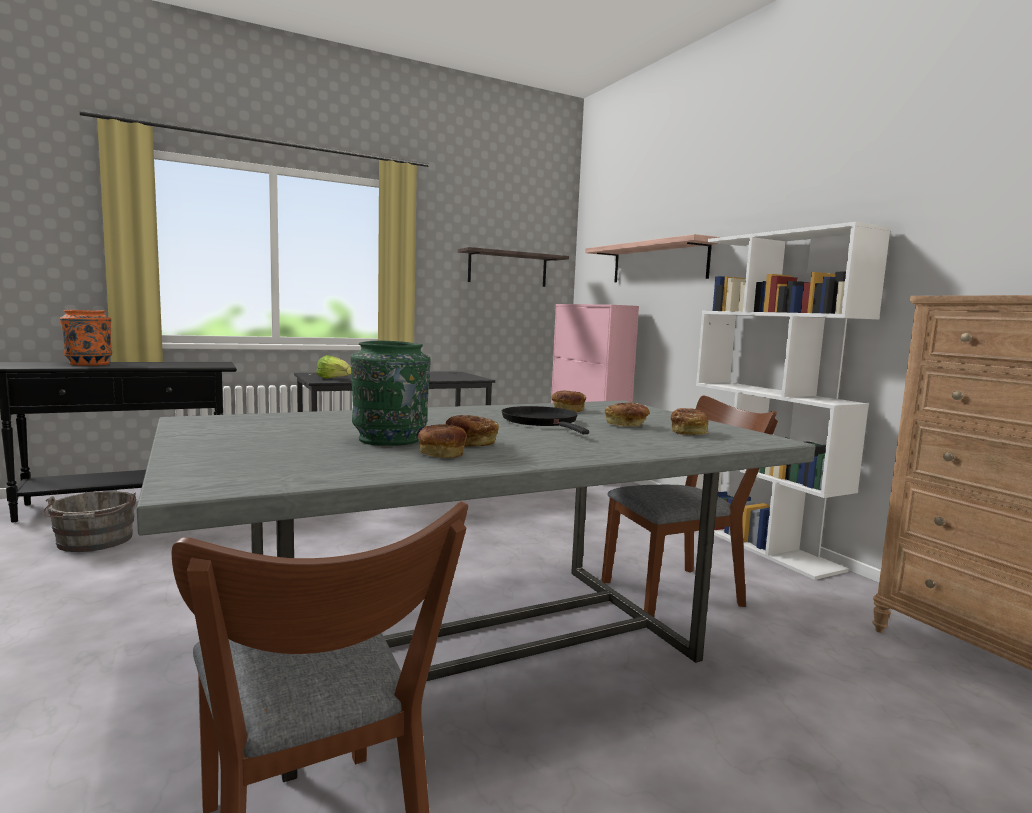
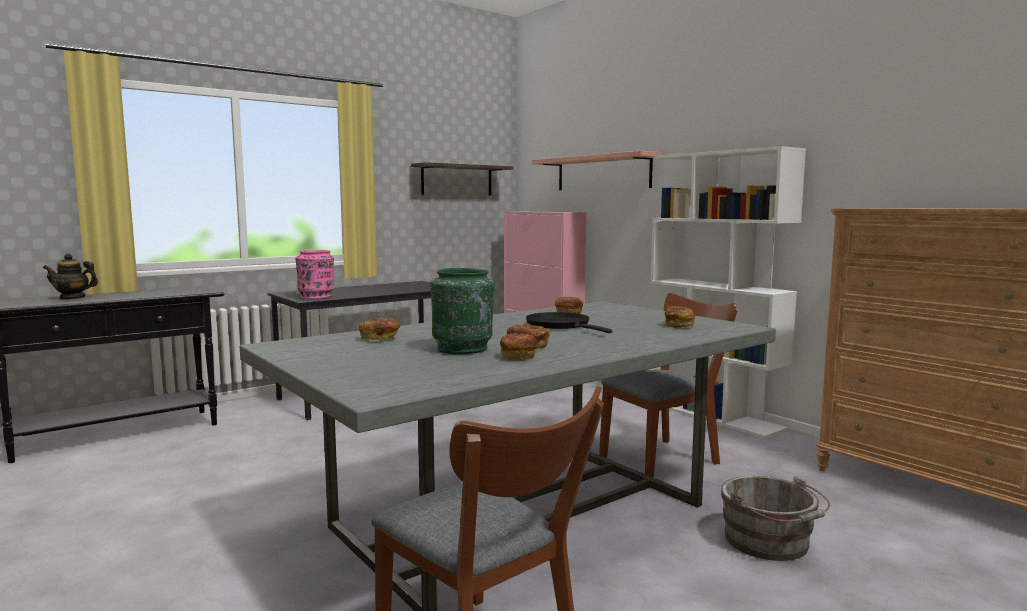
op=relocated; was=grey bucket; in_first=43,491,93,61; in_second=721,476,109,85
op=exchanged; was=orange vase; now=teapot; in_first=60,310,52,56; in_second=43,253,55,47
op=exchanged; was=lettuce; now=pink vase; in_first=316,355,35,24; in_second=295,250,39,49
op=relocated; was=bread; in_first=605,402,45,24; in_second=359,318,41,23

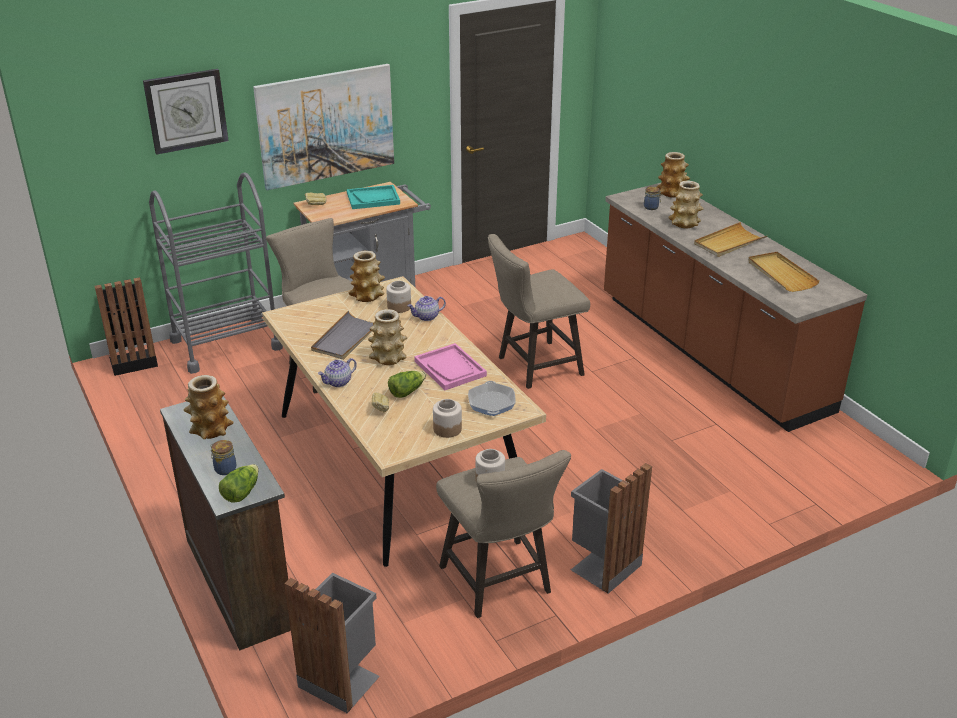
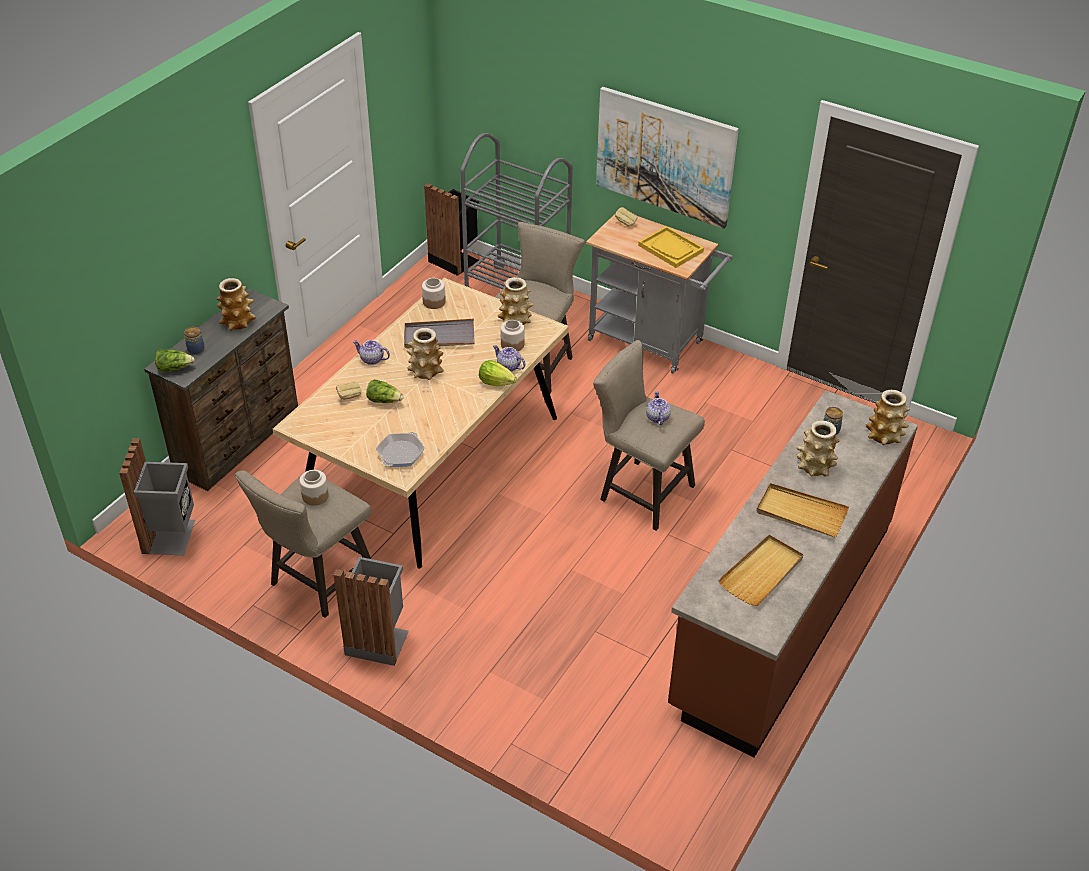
op=missing; was=wall clock; in_first=143,69,86,85
op=colour; was=turquoise tray; now=yellow tray; in_first=347,185,53,24; in_second=638,226,66,42
op=missing; was=pink tray; in_first=414,343,73,47
op=relocated; was=jar; in_first=433,399,29,39; in_second=422,278,24,31
op=spun; was=frying pan; in_first=468,381,48,35; in_second=376,432,49,35; clockwise=150
op=appeared; now=lettuce; in_second=479,360,38,26
op=appeared; now=teapot; in_second=646,391,25,34

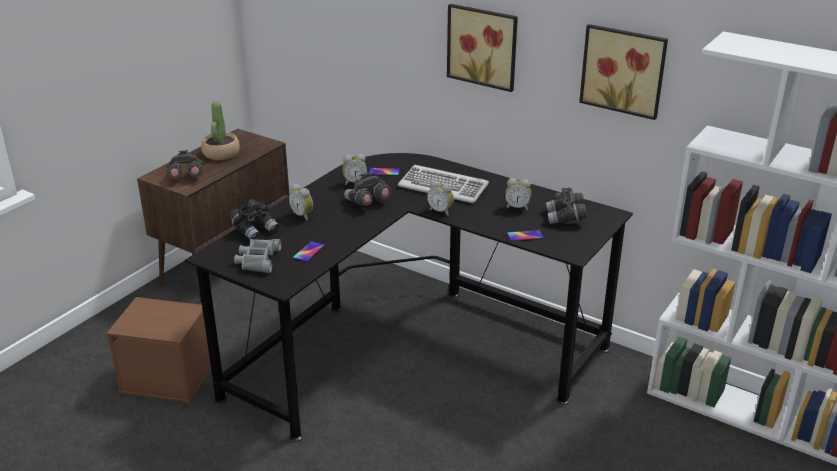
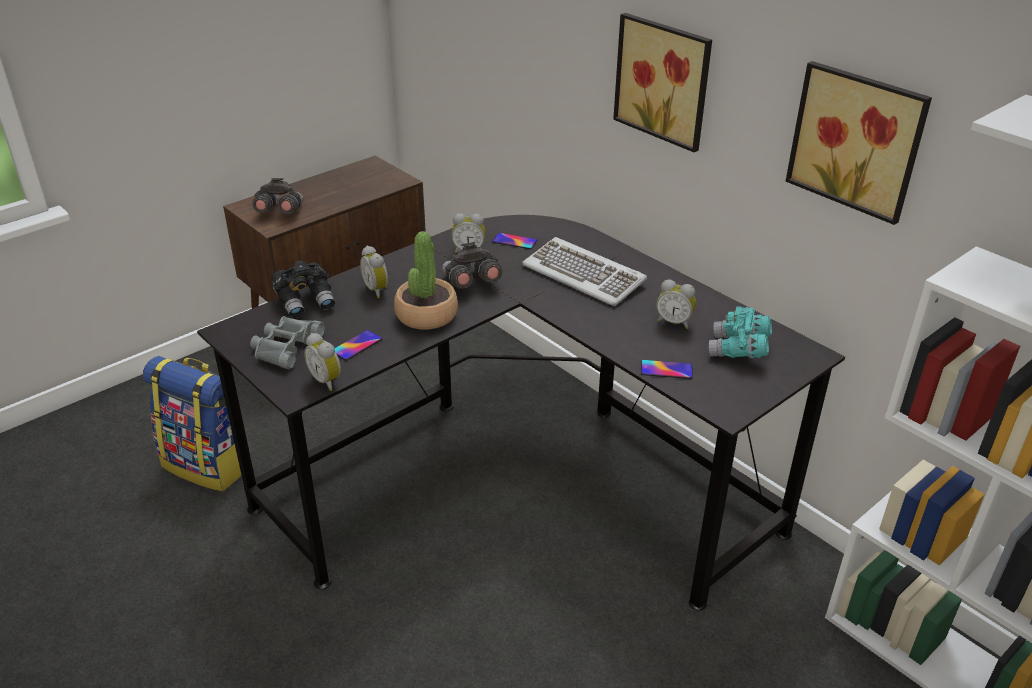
op=exchanged; was=brown storage box; now=backpack; in_first=106,297,105,106; in_second=143,356,108,135
op=relocated; was=potted plant; in_first=201,101,39,59; in_second=394,231,64,98
op=relocated; was=alarm clock; in_first=427,181,27,35; in_second=304,333,37,58
op=colour; was=grey binoculars; now=turquoise binoculars; in_first=546,188,42,36; in_second=709,306,63,53

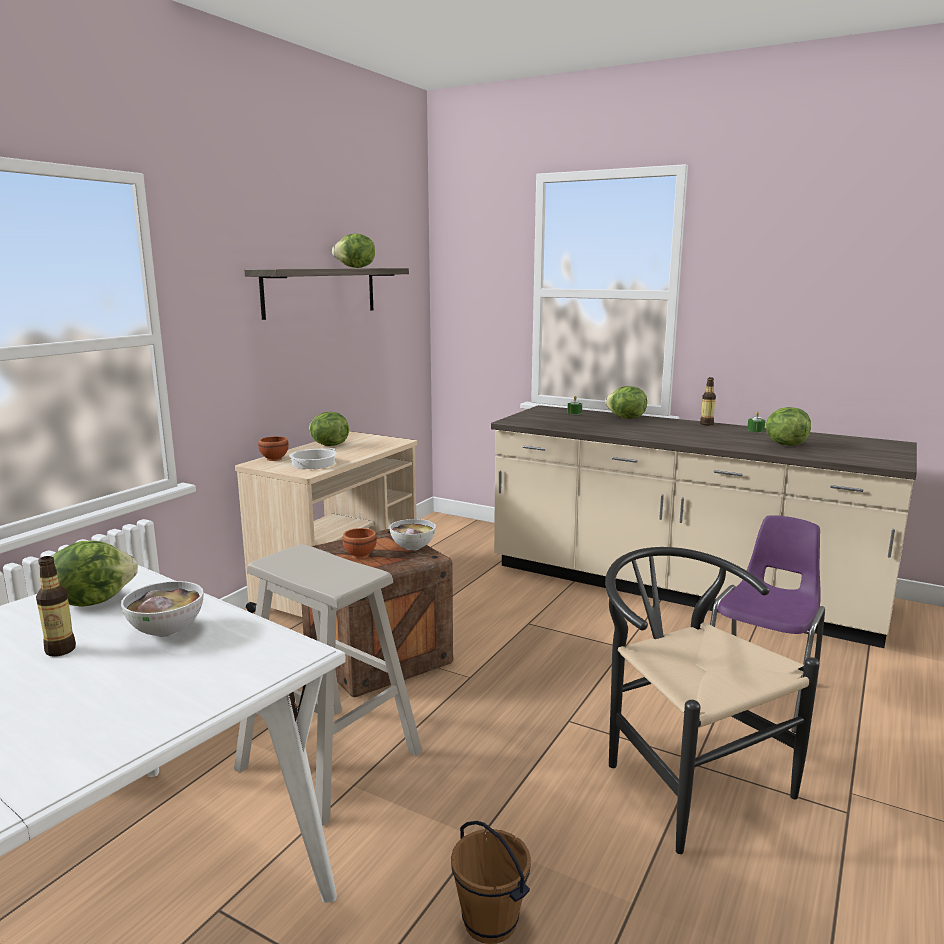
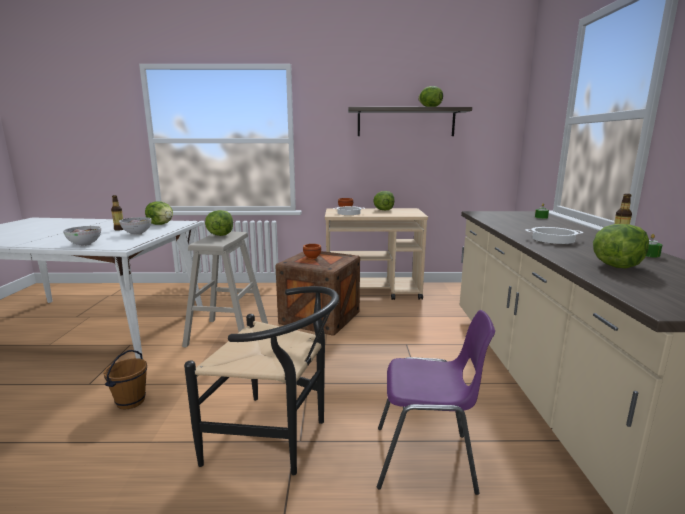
op=relocated; was=bowl; in_first=389,519,47,32; in_second=63,226,38,20
op=relocated; was=lettuce; in_first=605,386,42,33; in_second=205,210,28,26
op=spun; was=black chair; in_first=605,547,215,307; in_second=184,286,155,190; clockwise=75
op=appeared; now=cooking pot; in_second=526,227,58,17

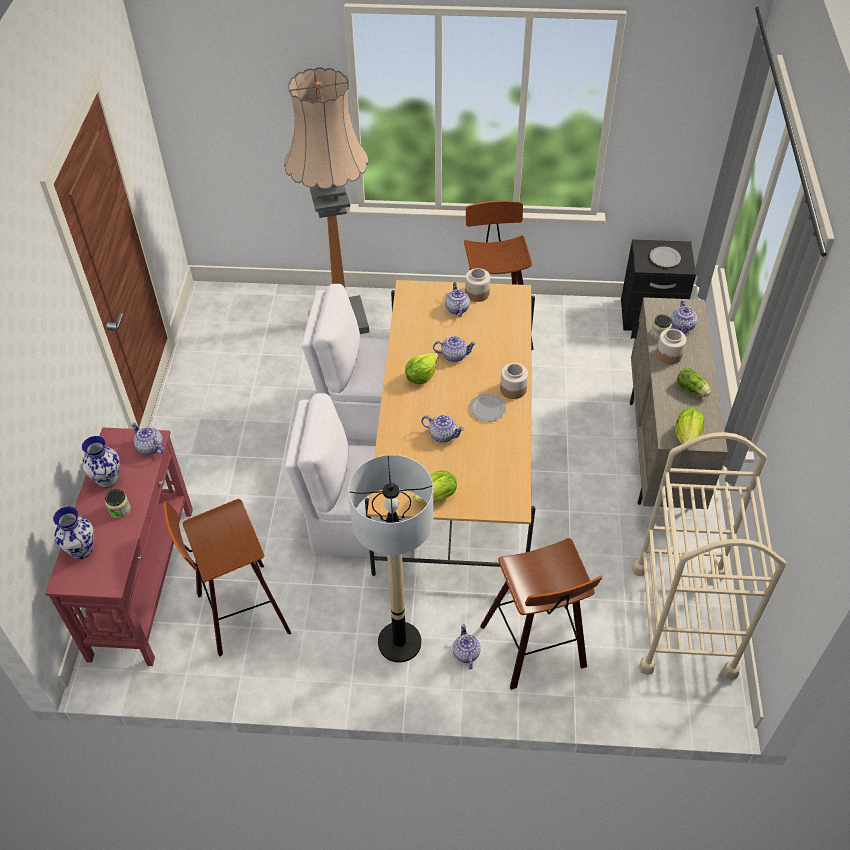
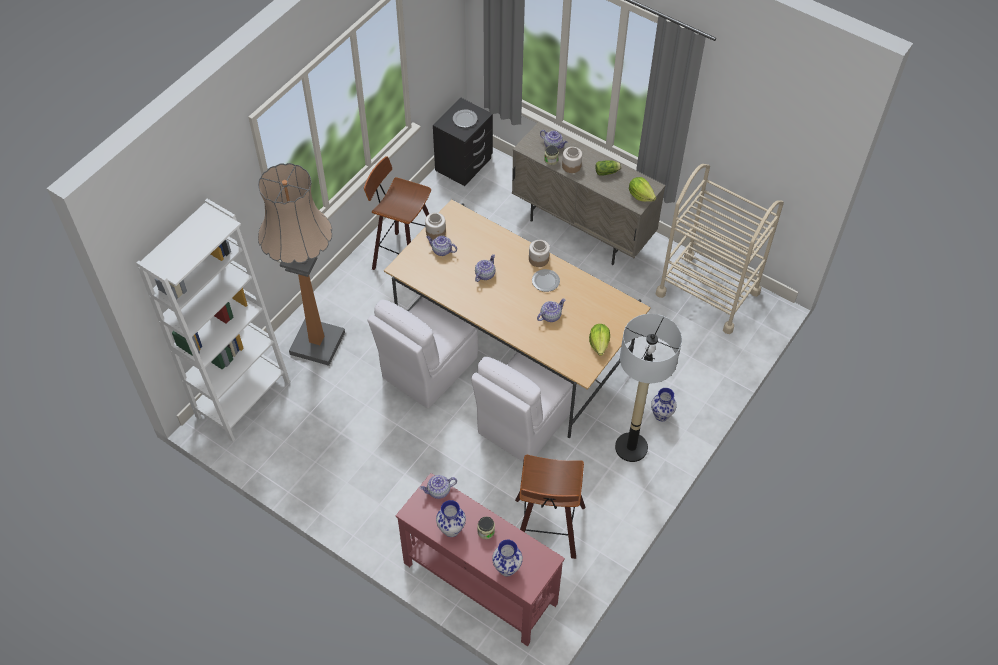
op=missing; was=lettuce; in_first=405,352,33,32
op=exchanged; was=teapot; now=vase; in_first=453,624,28,45; in_second=651,388,26,33
op=missing; was=stool; in_first=480,538,123,152
op=appeared; now=white bookcase; in_second=136,199,154,243

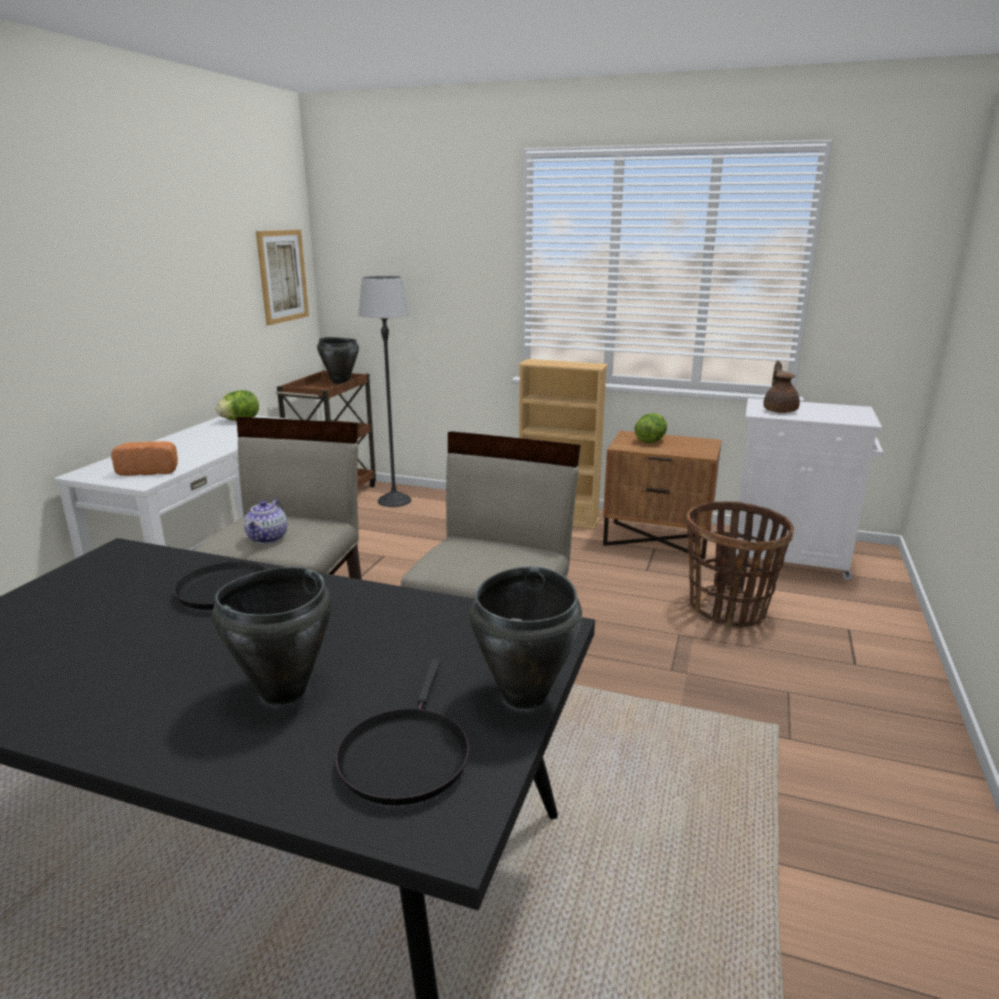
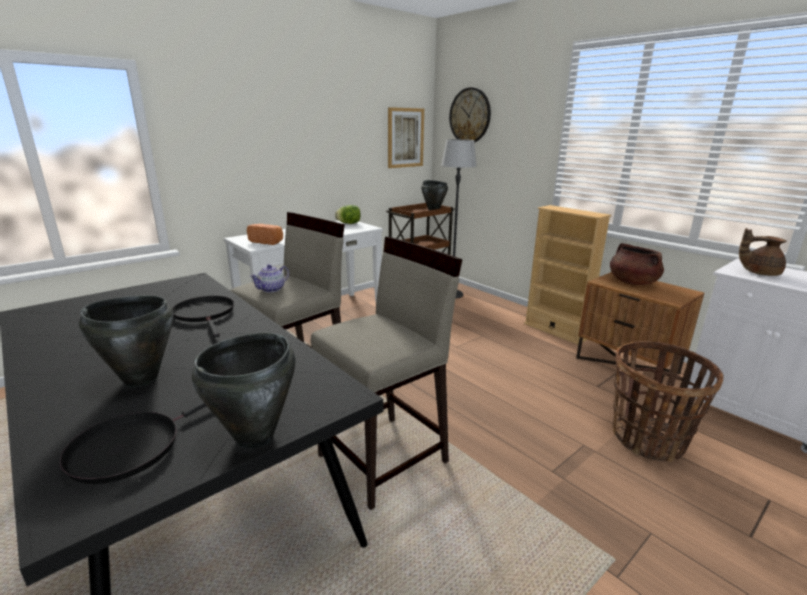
op=exchanged; was=lettuce; now=brown cooking pot; in_first=634,413,33,30; in_second=610,243,54,42
op=spun; was=brown teapot; in_first=764,361,36,52; in_second=739,228,48,48; clockwise=-105
op=appeared; now=wall clock; in_second=449,87,42,55

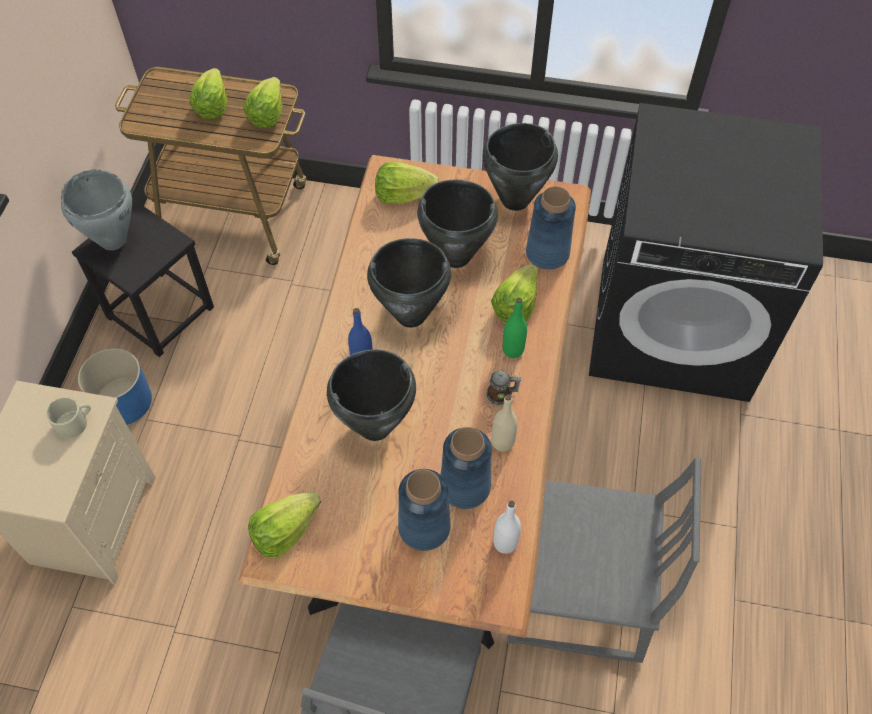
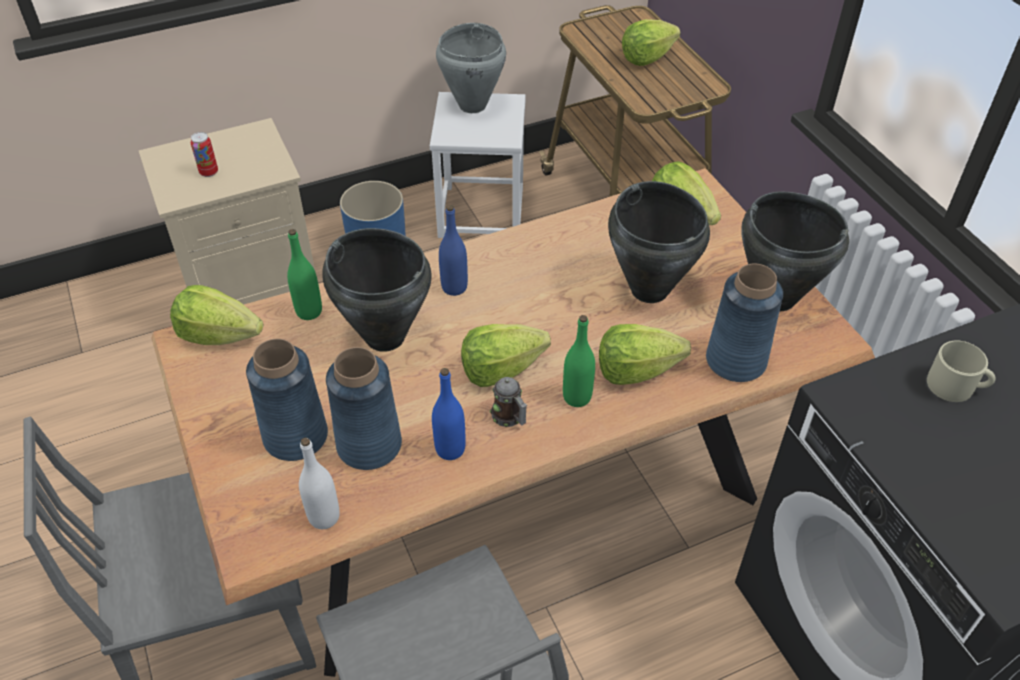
op=relocated; was=beige mug; in_first=46,397,45,41; in_second=927,341,69,61
op=colour; was=black stool; now=white stool; in_first=72,201,142,156; in_second=430,92,96,146
op=relocated; was=lettuce; in_first=244,77,38,51; in_second=461,324,90,63
op=missing; was=black cooking pot; in_first=367,238,84,89
op=colour; was=beige bottle; now=blue bottle; in_first=492,394,25,58; in_second=432,368,34,92
op=appeared; now=can; in_second=191,132,27,45
op=appeared; now=green bottle; in_second=287,229,35,91

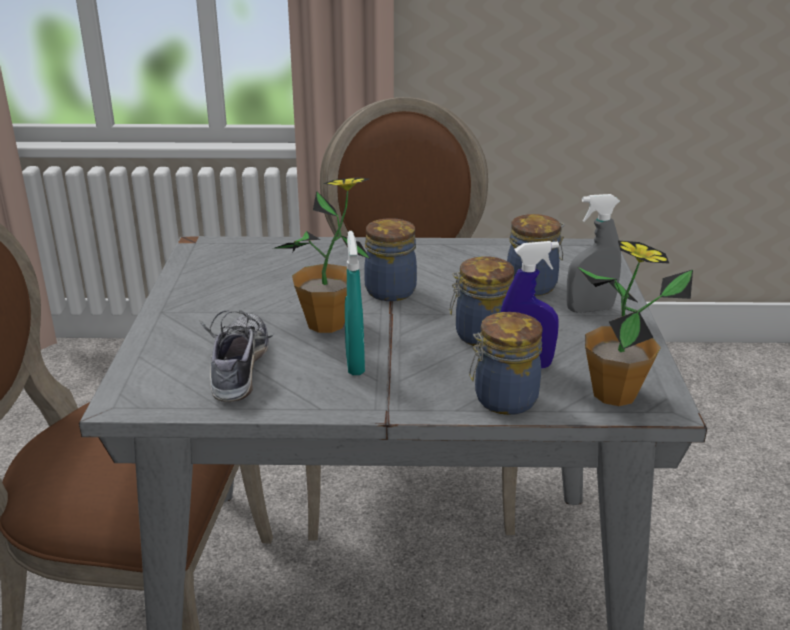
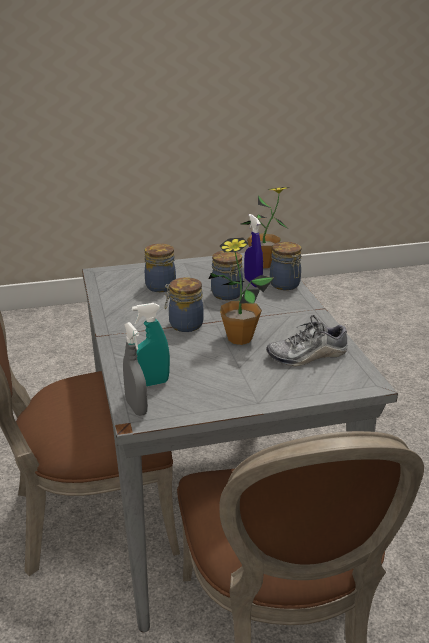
op=relocated; was=turquoise spray bottle; in_first=345,231,20,144; in_second=132,303,38,84
op=relocated; was=grey spray bottle; in_first=566,194,55,119; in_second=123,322,25,94

